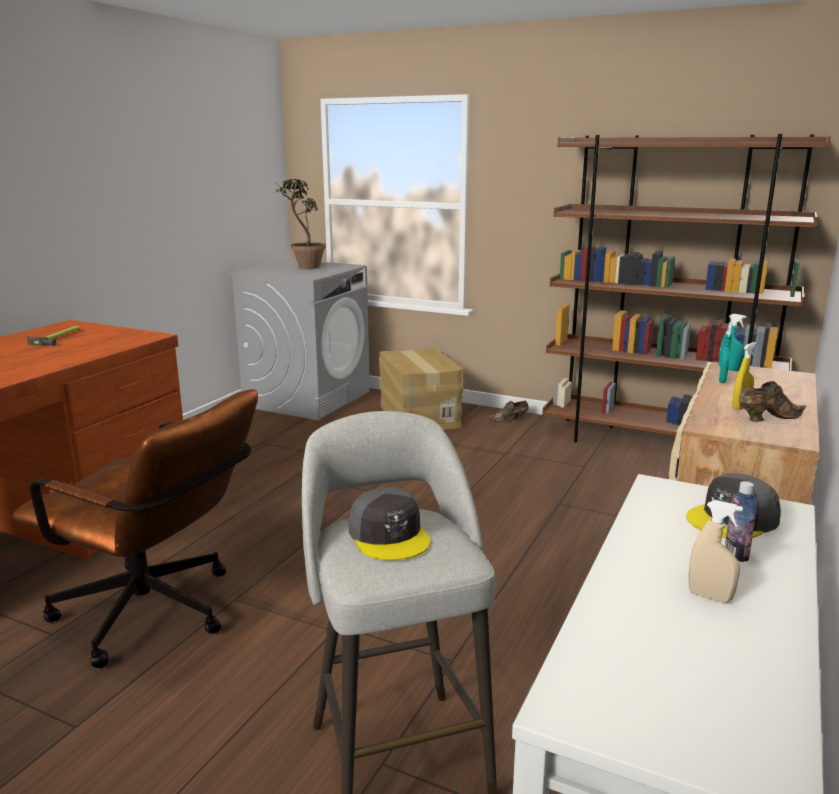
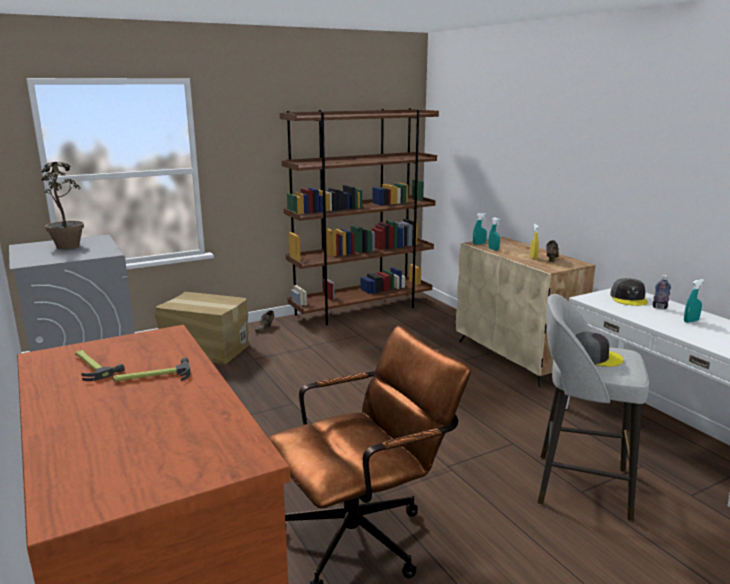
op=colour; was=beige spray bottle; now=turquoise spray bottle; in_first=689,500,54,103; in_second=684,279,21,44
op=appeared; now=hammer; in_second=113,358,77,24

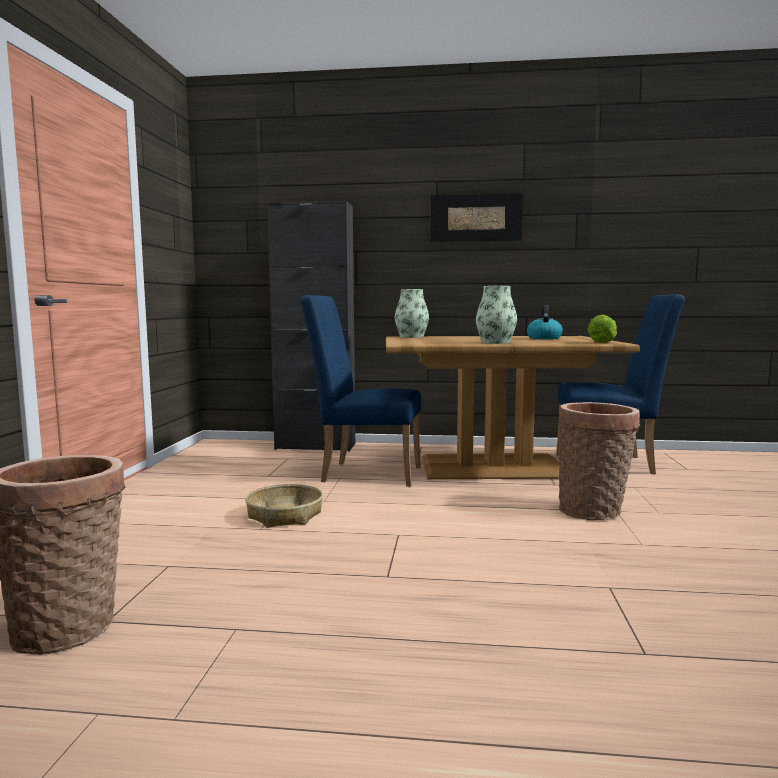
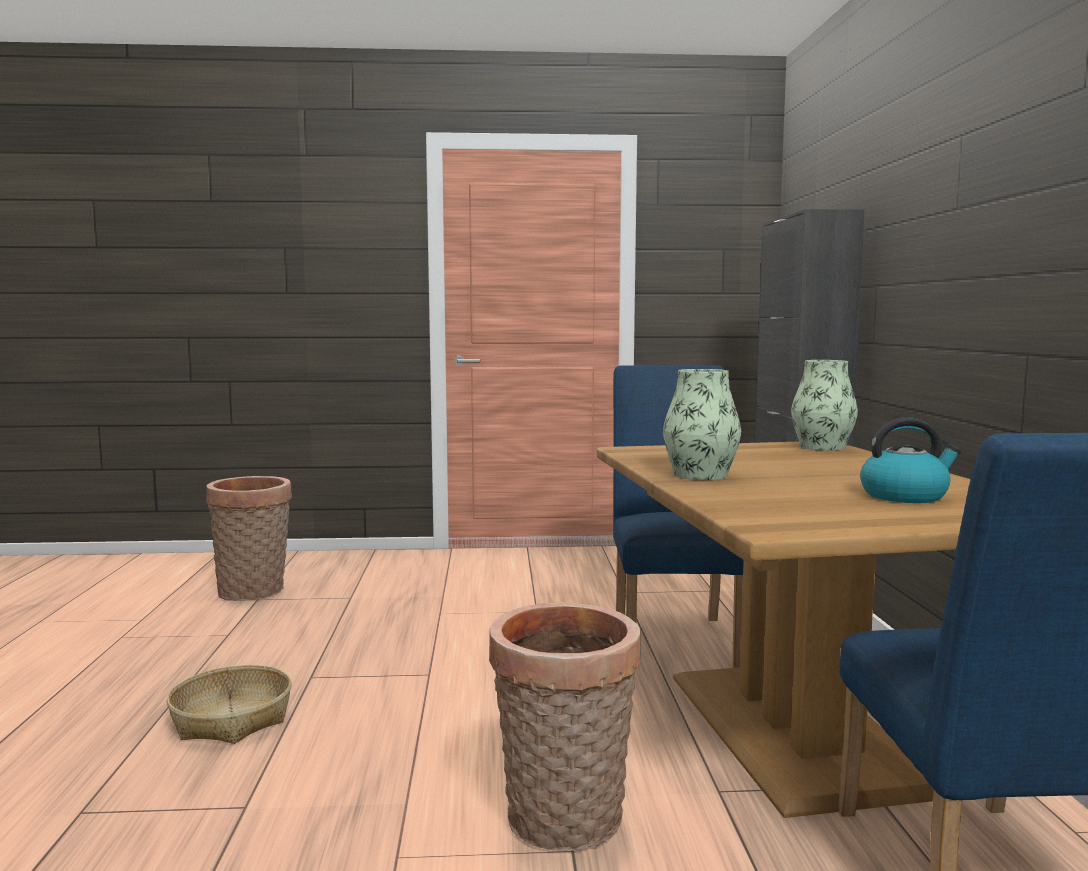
op=relocated; was=basket; in_first=245,484,78,44; in_second=167,665,125,79
op=missing; was=picture; in_first=431,193,92,49
op=missing; was=lettuce; in_first=588,314,29,29

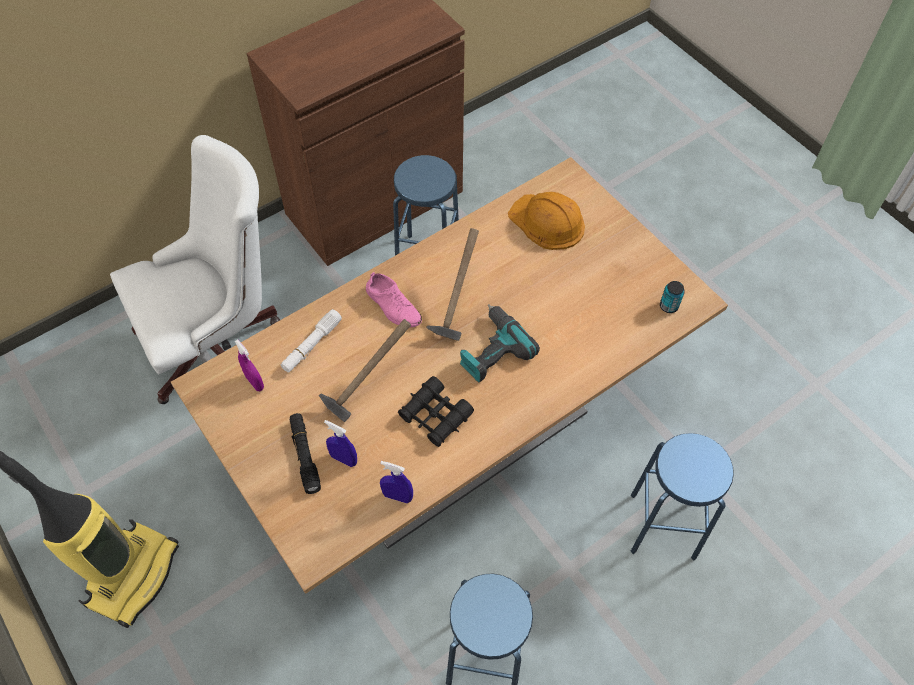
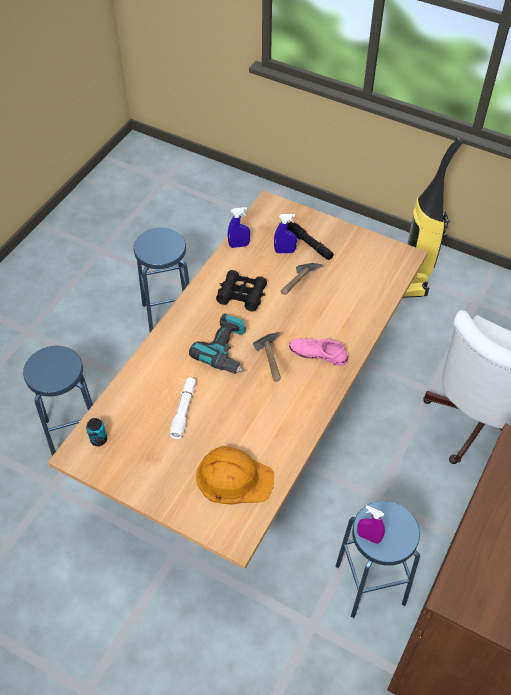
op=relocated; was=purple spray bottle; in_first=235,340,29,51; in_second=357,505,28,39
op=relocated; was=white flashlight; in_first=281,309,61,63; in_second=170,378,26,61

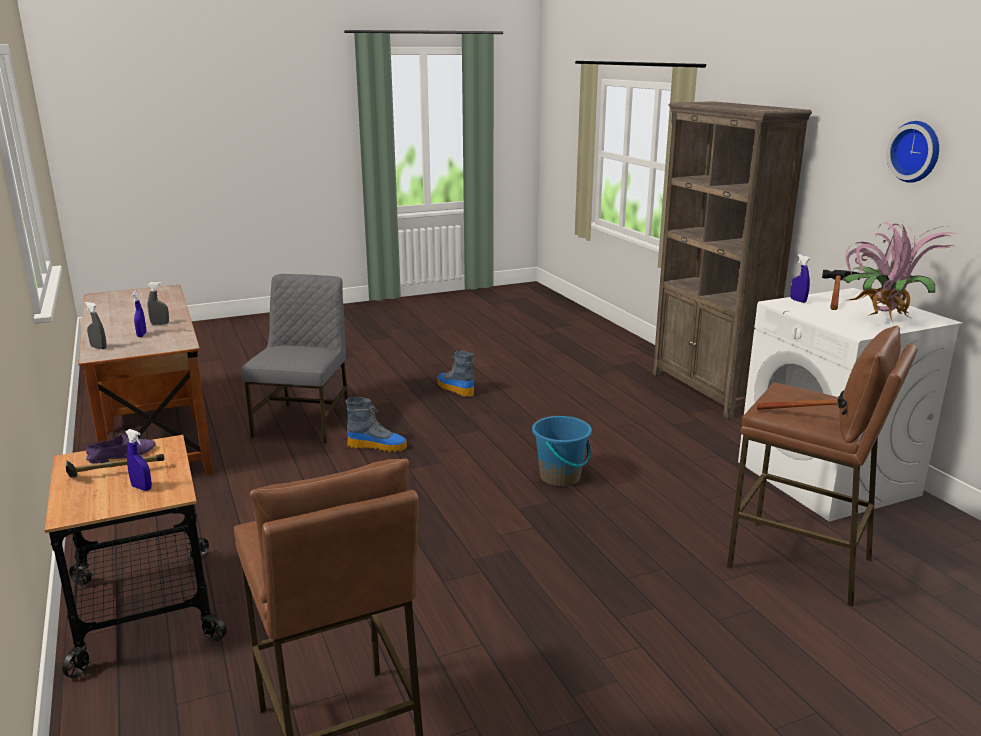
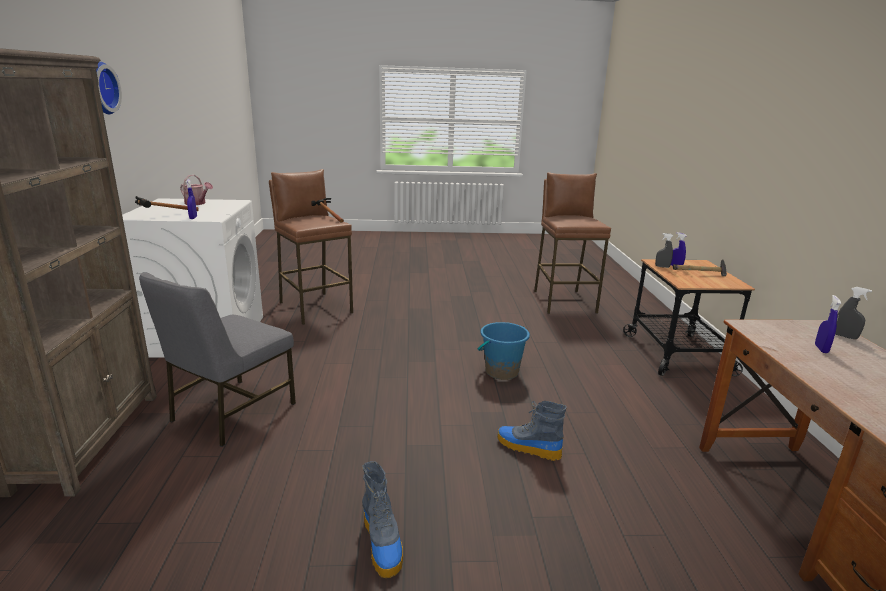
op=missing; was=purple shoe; in_first=86,433,70,30
op=relocated; was=grey spray bottle; in_first=148,282,21,43; in_second=655,233,18,35
op=relocated; was=grey chair; in_first=241,274,107,170; in_second=139,273,157,174
op=relocated; was=blue bucket; in_first=532,416,60,70; in_second=478,322,52,58
op=exchanged; was=potted plant; now=watering can; in_first=842,222,114,101; in_second=180,175,33,30

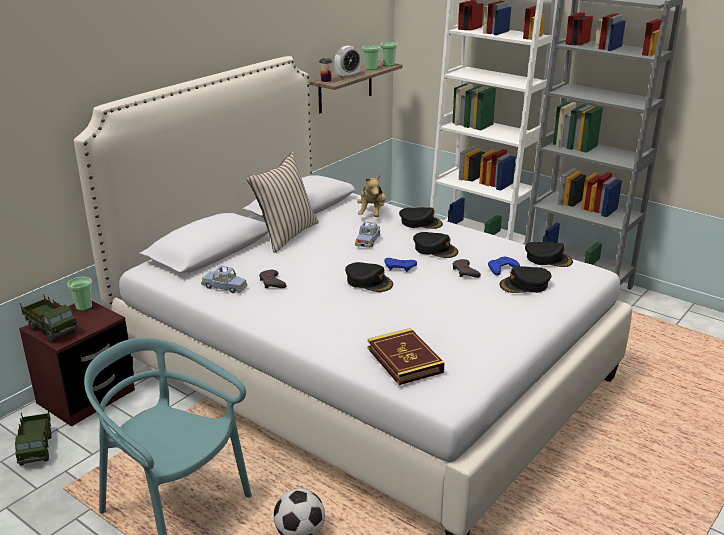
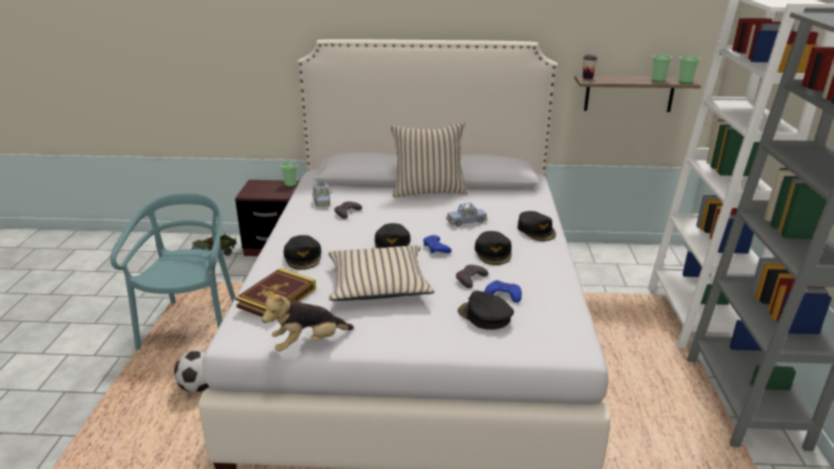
op=missing; was=toy truck; in_first=20,294,58,48
op=missing; was=alarm clock; in_first=334,46,27,32
op=relocated; was=plush toy; in_first=357,174,29,43; in_second=262,292,92,60
op=relocated; was=black cap; in_first=525,242,48,25; in_second=283,235,38,35
op=appeared; now=beige pillow; in_second=328,245,107,56

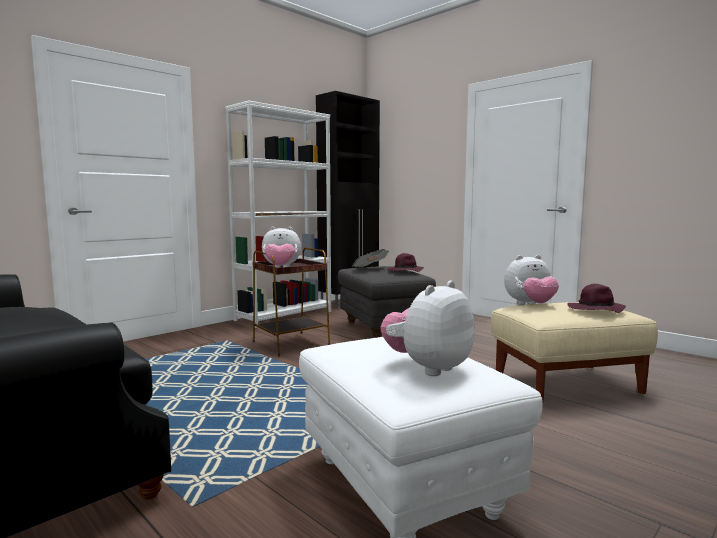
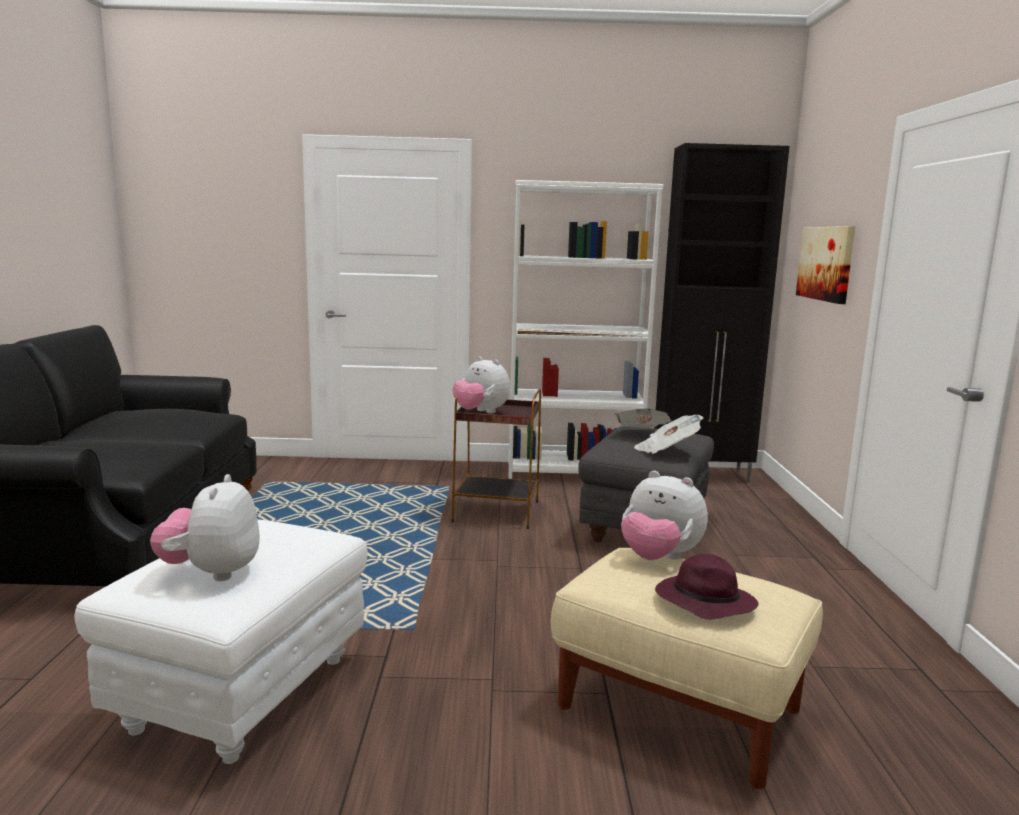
op=spun; was=plush toy; in_first=380,281,95,95; in_second=150,474,110,107; clockwise=-90
op=exchanged; was=purple hat; now=newspaper; in_first=387,253,37,19; in_second=634,415,70,39
op=appeared; now=picture; in_second=796,226,59,78

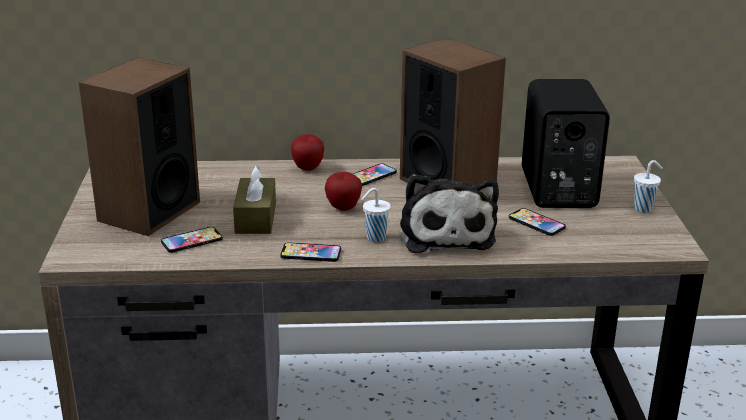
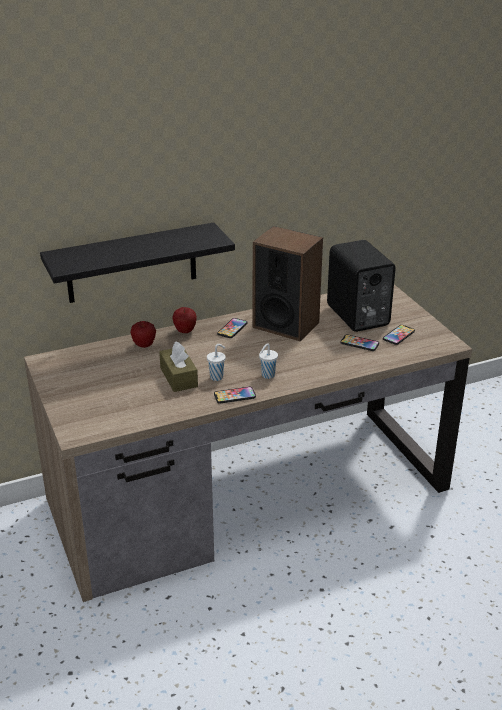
op=missing; was=speaker; in_first=79,57,121,179
op=relocated; was=phone; in_first=161,227,61,26; in_second=383,325,32,20
op=relocated; was=apple; in_first=325,172,37,39; in_second=130,321,26,27
op=missing; was=plush toy; in_first=400,174,99,79
op=relocated; was=white cup; in_first=634,160,29,53; in_second=207,344,19,37
op=appeared; now=black shelf; in_second=40,222,195,81

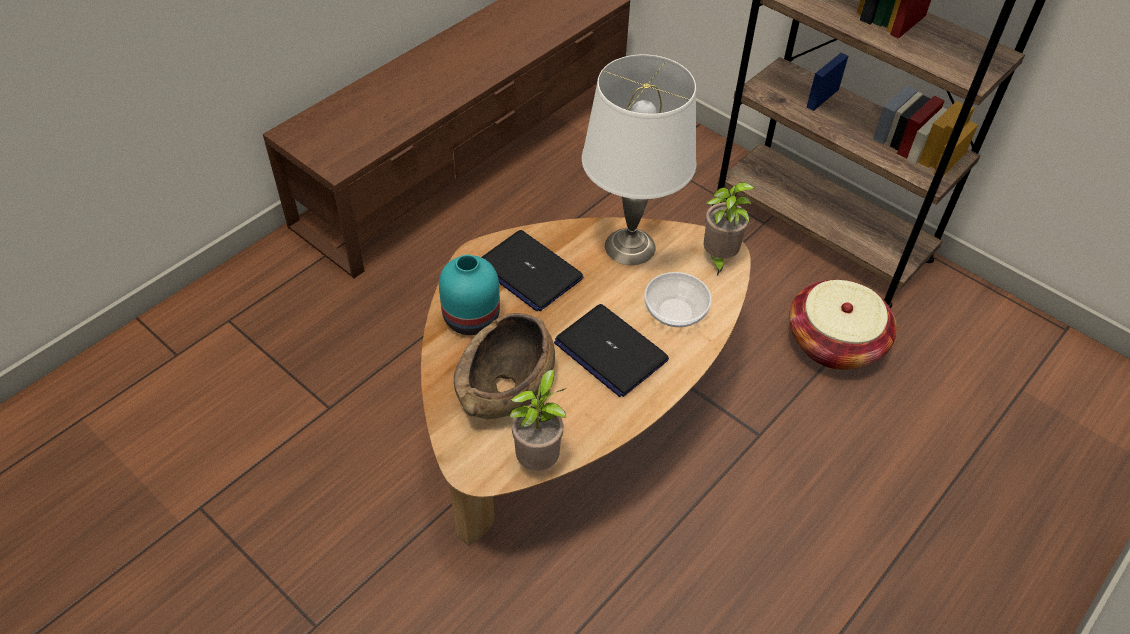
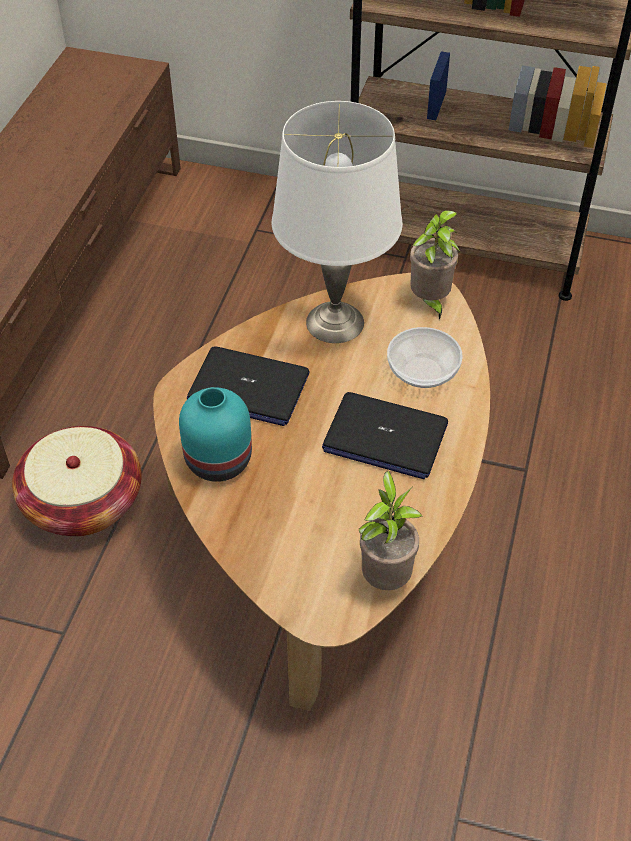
op=missing; was=brown bowl; in_first=454,313,101,106
op=relocated; was=basket; in_first=789,280,108,90; in_second=12,426,130,110

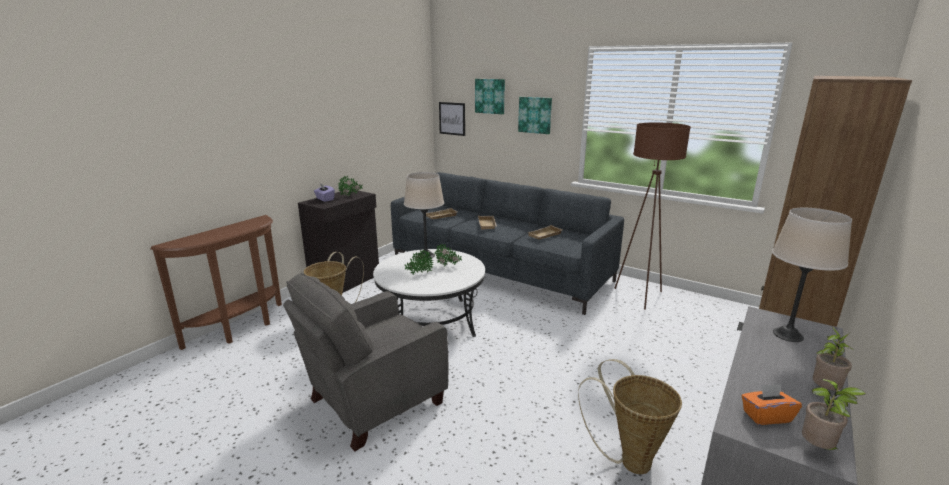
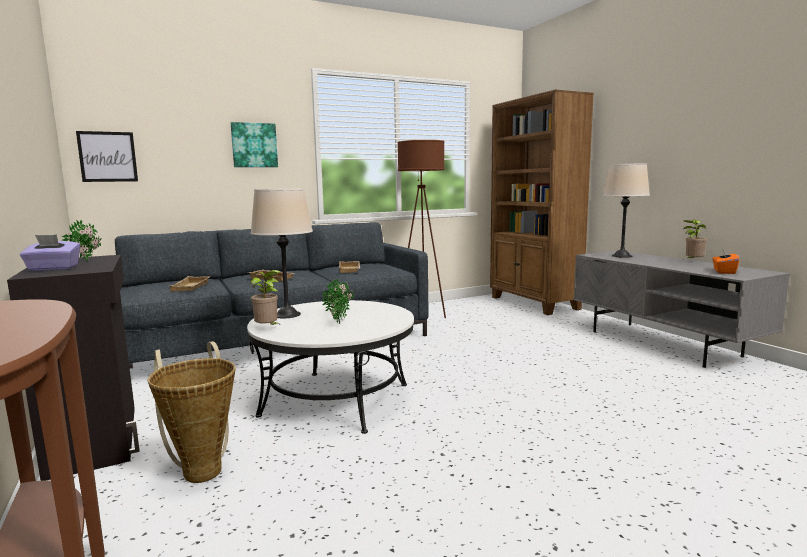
op=missing; was=grey armchair; in_first=283,273,165,179
op=missing; was=picture; in_first=475,79,30,35
op=missing; was=basket; in_first=578,359,104,115
op=relocated; was=potted plant; in_first=802,379,64,71; in_second=250,270,31,55

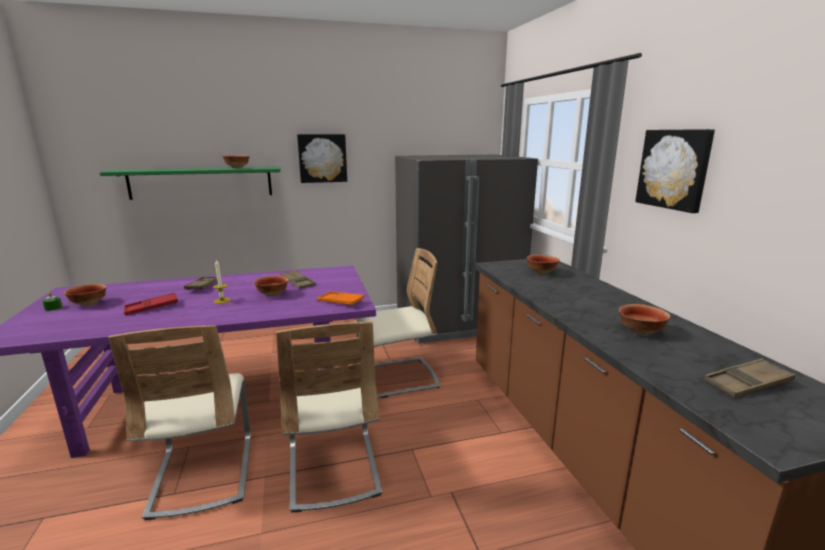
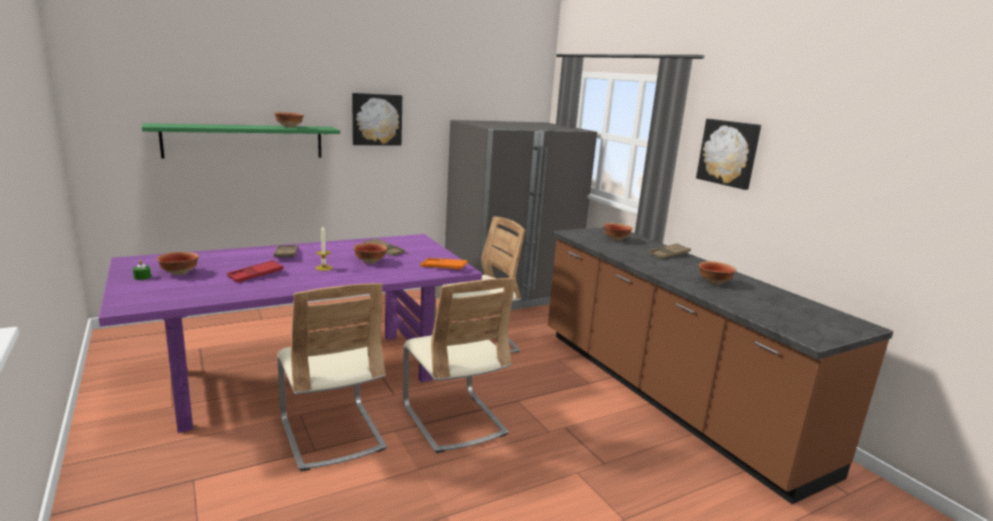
op=relocated; was=brown tray; in_first=704,358,92,40; in_second=648,243,43,16

